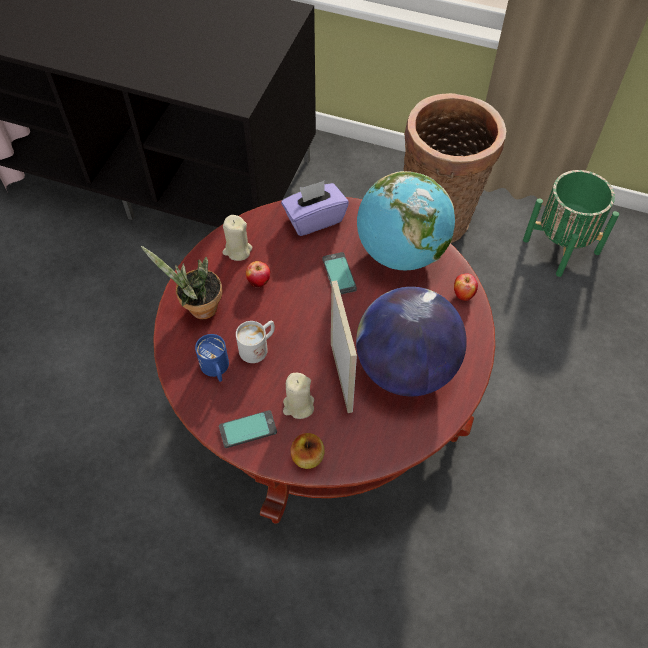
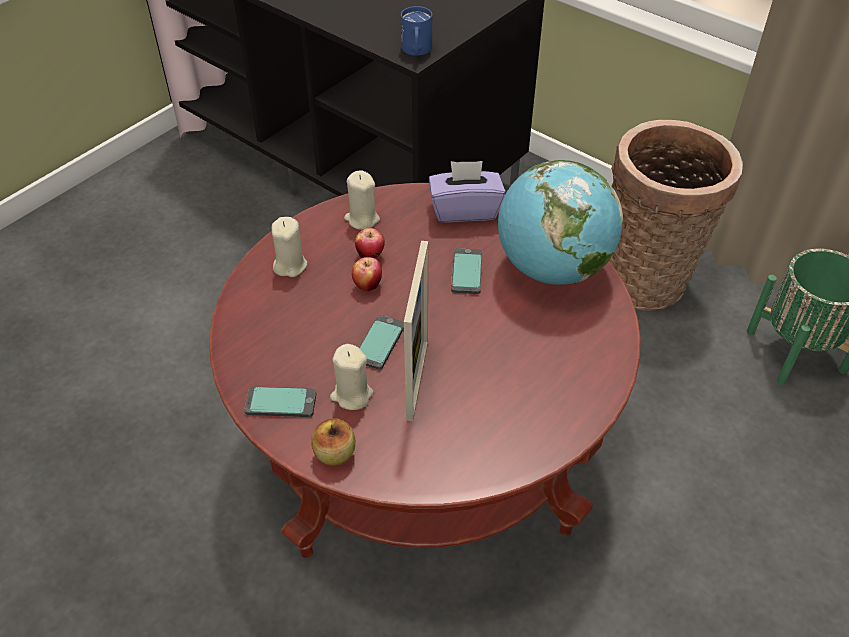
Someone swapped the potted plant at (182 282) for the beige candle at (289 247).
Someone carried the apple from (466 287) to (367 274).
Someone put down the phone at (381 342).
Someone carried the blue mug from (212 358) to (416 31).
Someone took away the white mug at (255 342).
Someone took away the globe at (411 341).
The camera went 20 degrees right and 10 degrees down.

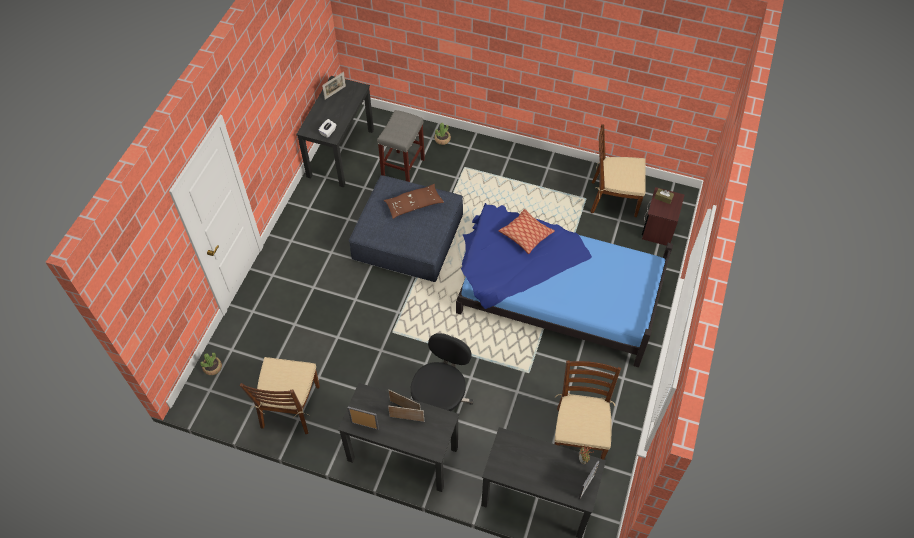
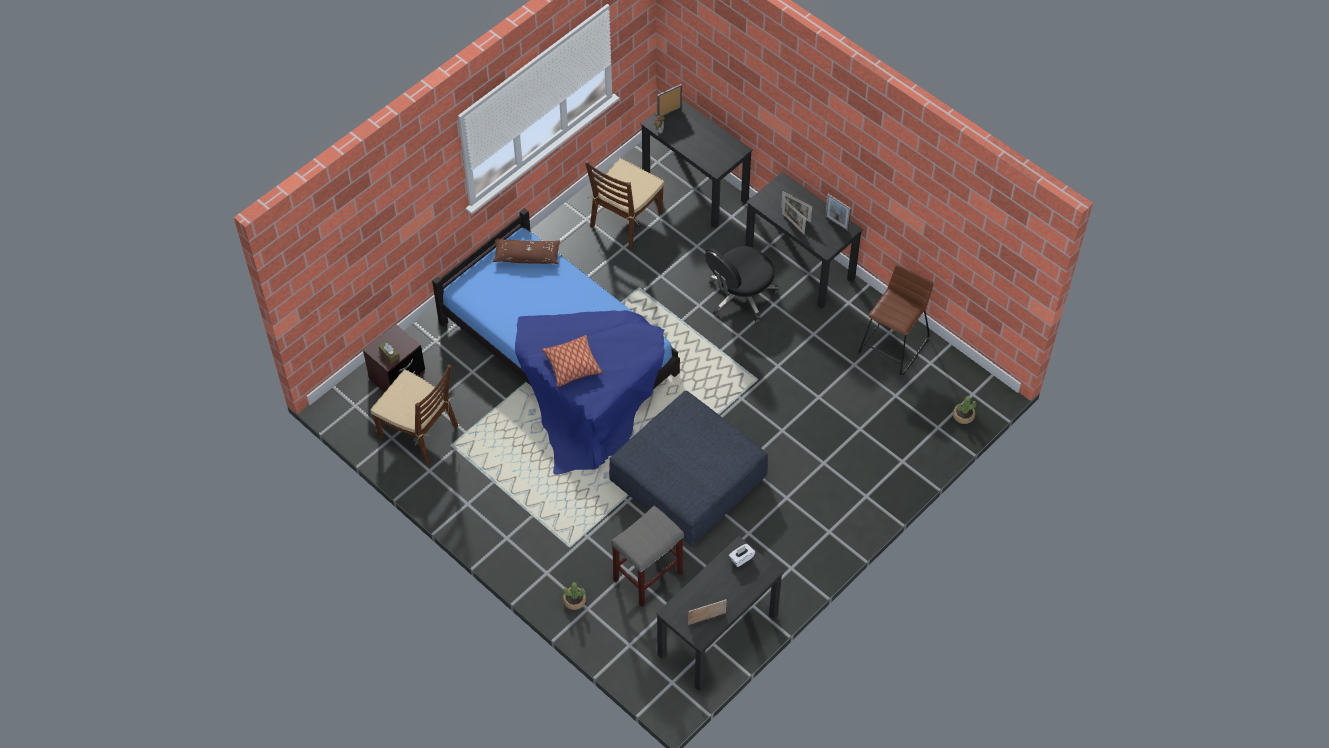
Someone carried the brown pillow from (414 201) to (526 251).
Someone swapped the brown chair at (279 395) for the brown stool at (896 319).
The camera went 155 degrees left and 0 degrees up.

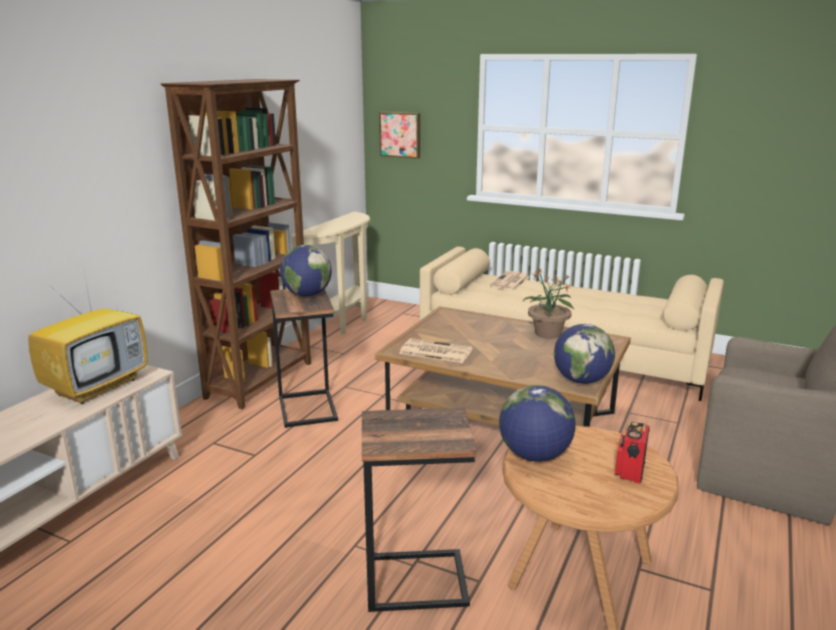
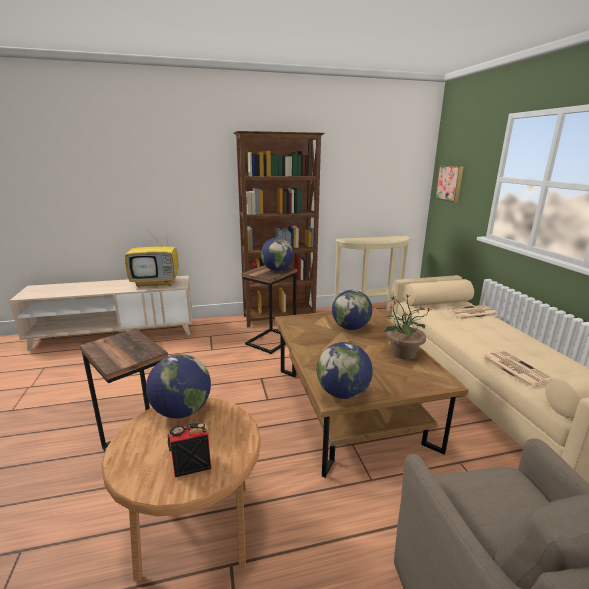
Someone put down the globe at (352 310).
Someone carried the newspaper from (436 350) to (518 368).
The camera went 50 degrees right and 0 degrees up.

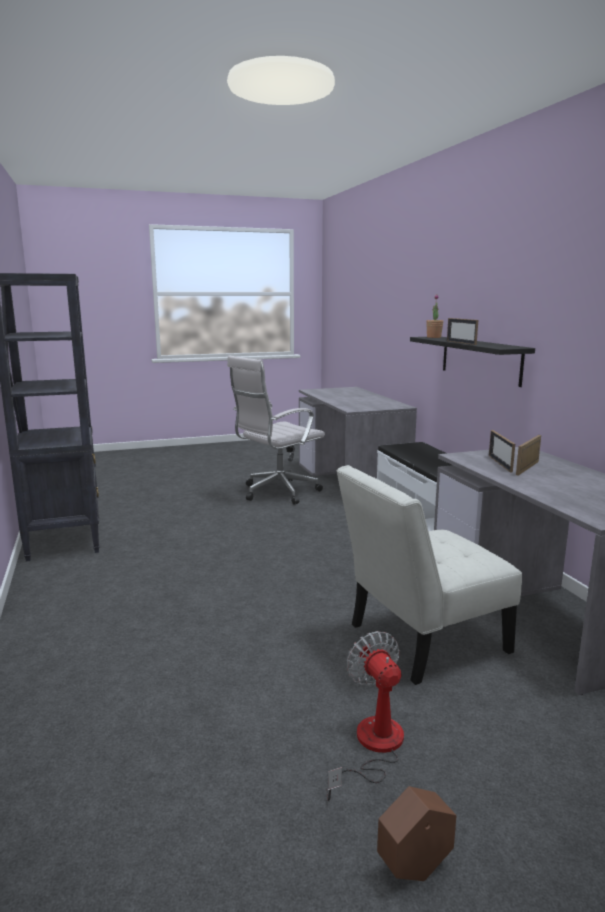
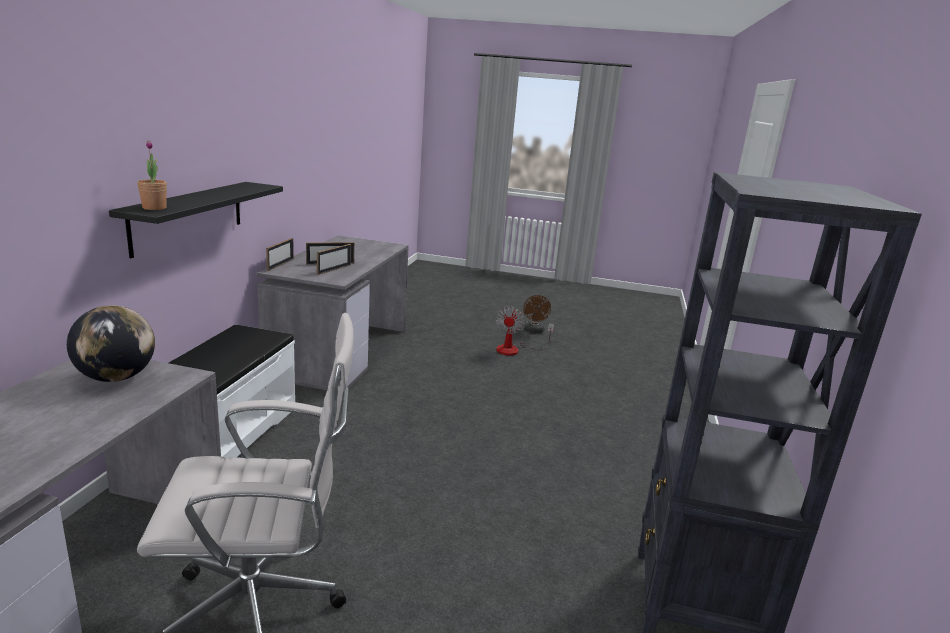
Someone put down the globe at (111 343).
Someone carried the picture frame from (462 331) to (280 254).
Someone swapped the brown planter at (416 833) for the brown fan at (537 314).
Someone took away the white chair at (429 575).
The camera went 150 degrees left and 5 degrees up.

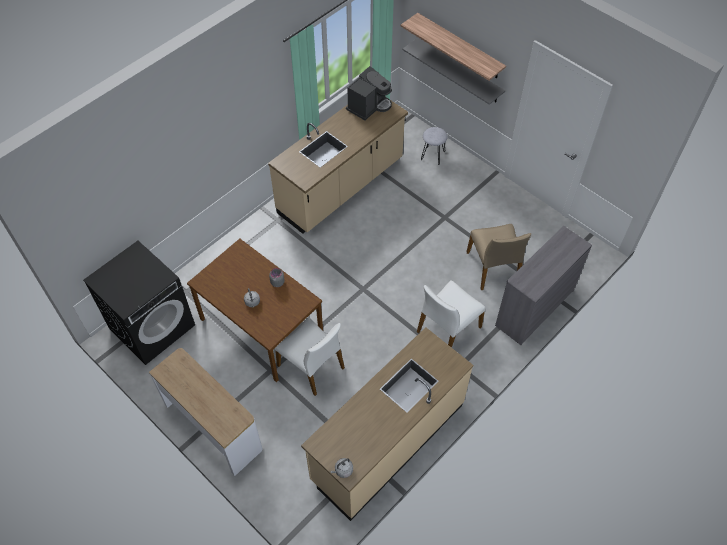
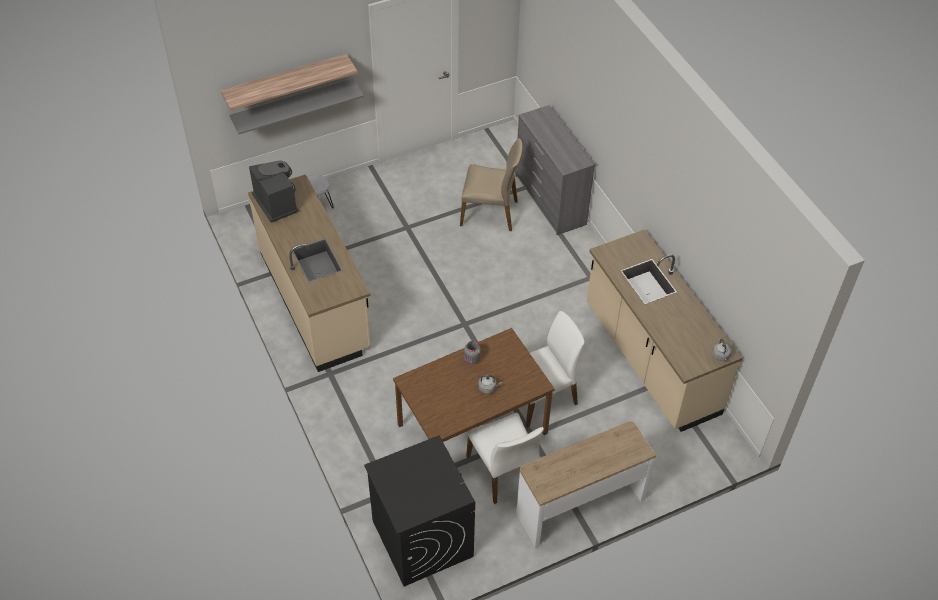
Someone carried the white chair from (451 314) to (505 458).
The camera went 70 degrees left and 5 degrees down.

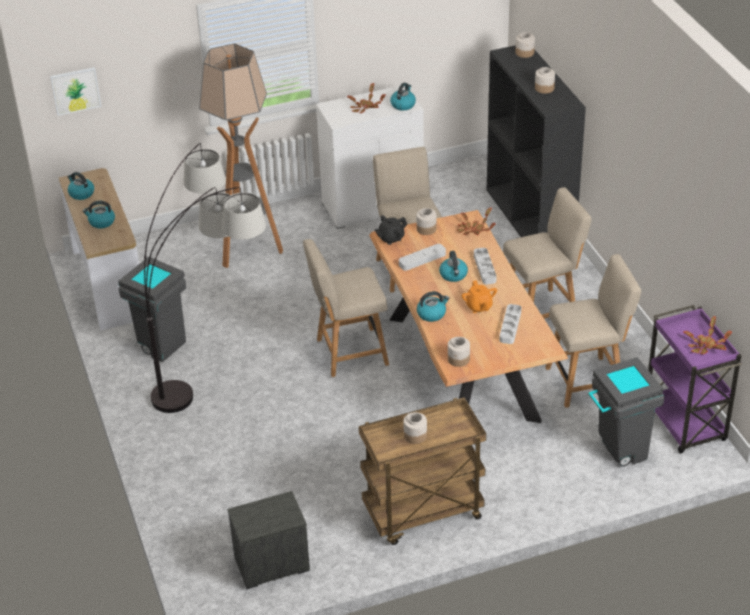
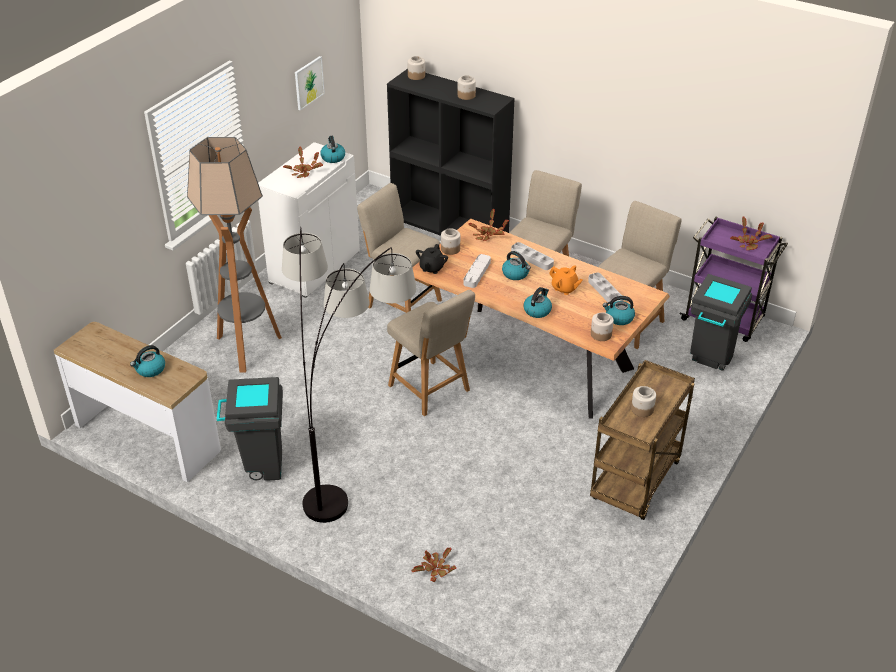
Someone carried the picture from (75 91) to (310 83).
Someone rotated the beige chair at (346 308) by 75 degrees counterclockwise.
Someone put down the potted plant at (434 564).
Someone carried the kettle from (81 186) to (619 310).
Someone took away the nightstand at (268 540).
The camera went 40 degrees left and 0 degrees up.

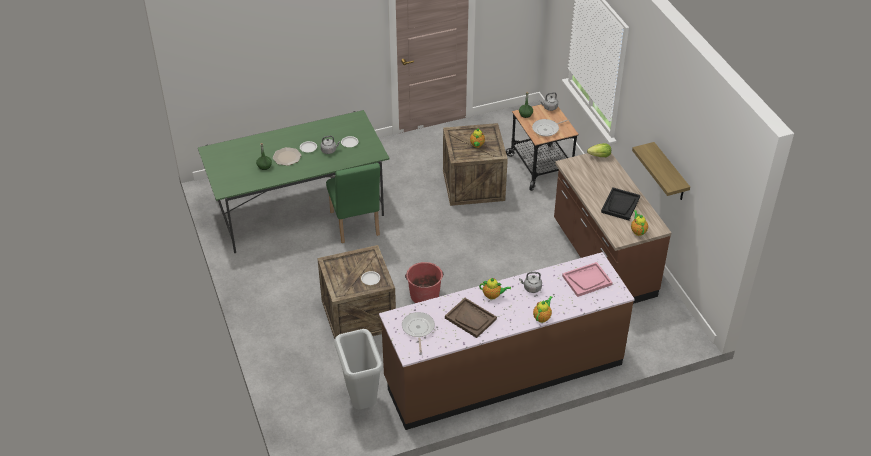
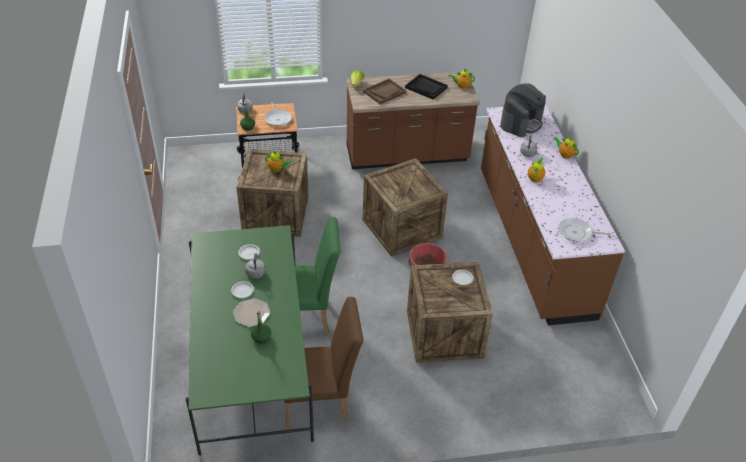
Someone put down the brown chair at (323 362).
Someone carried the brown tray from (471 318) to (384 91).
Someone put down the crate at (405 207).
Someone swapped the pink tray at (587 279) for the coffee machine at (523 110).
Someone took away the grey trash can at (358 369).
Someone took away the shelf at (661 171).
The camera went 80 degrees left and 0 degrees up.

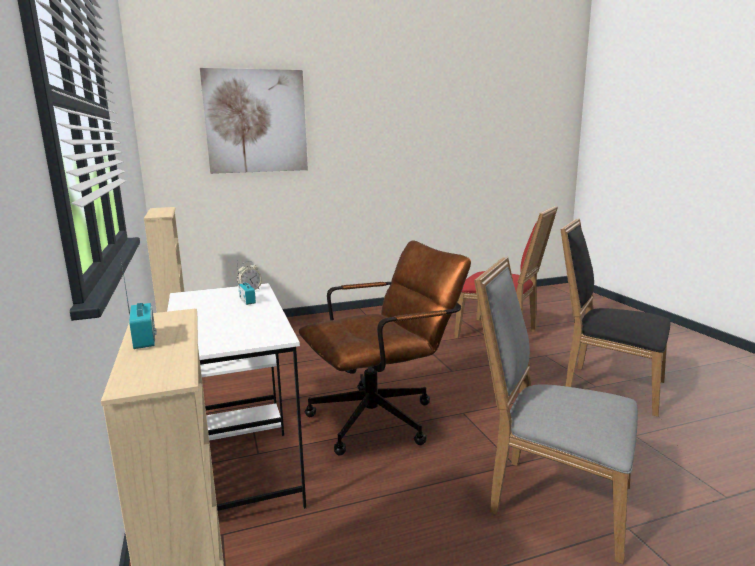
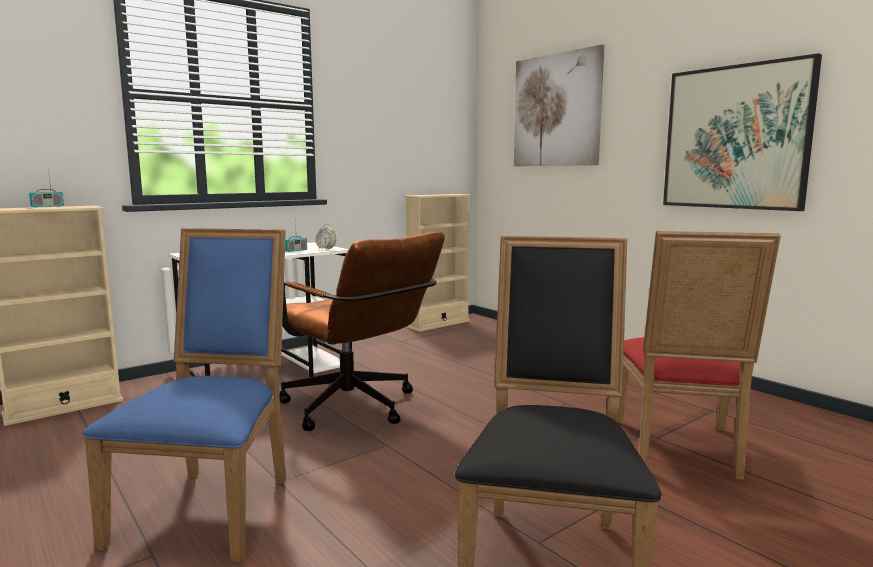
Someone repainted the grey chair at (556 410), which became the blue chair at (184 395).
Someone put up the picture at (742 132).
The camera went 70 degrees right and 5 degrees down.

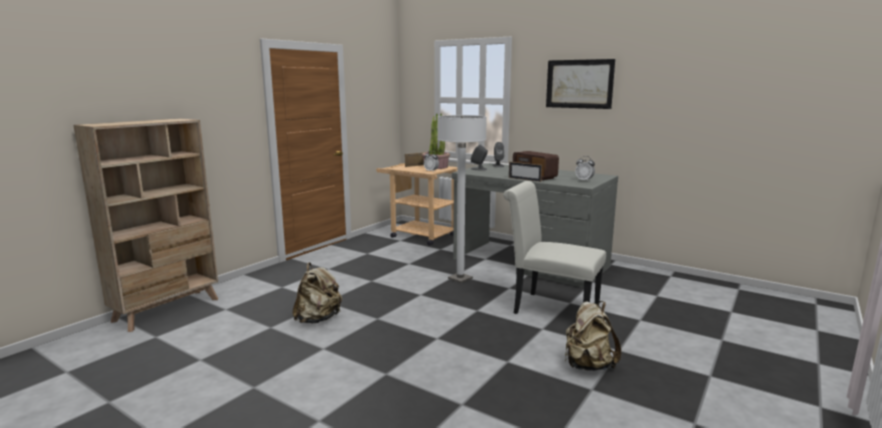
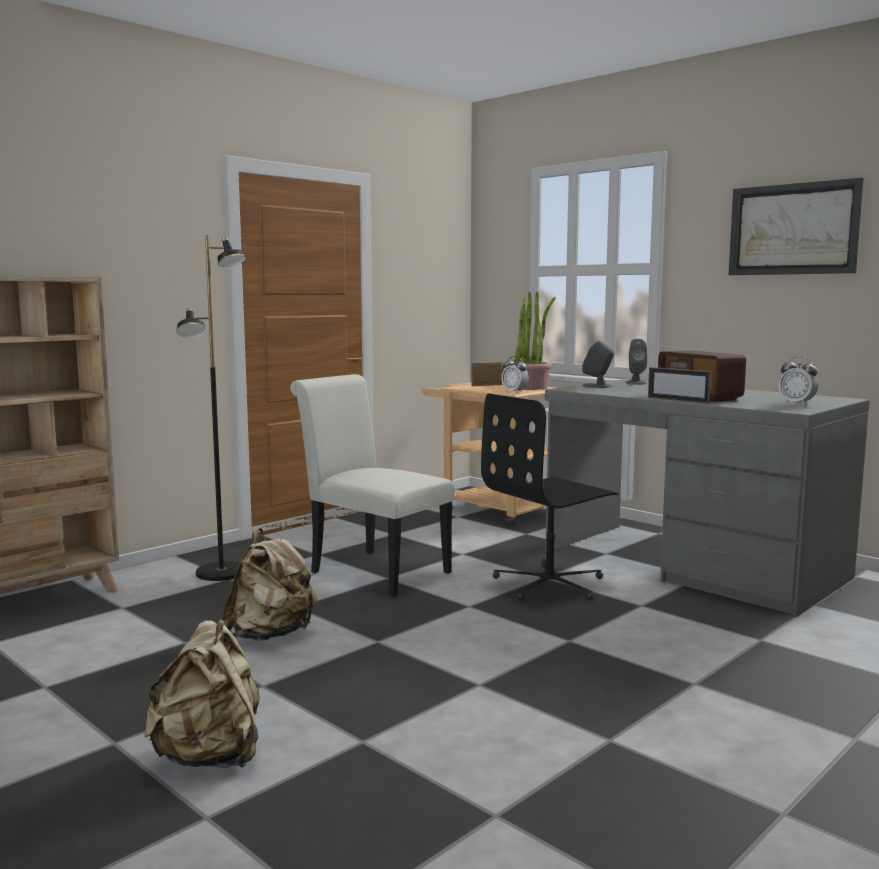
Someone carried the beige backpack from (593 336) to (202 694).
Someone put down the black floor lamp at (211 408).
Someone carried the white chair from (554 247) to (372 485).
Someone swapped the white floor lamp at (462 199) for the black office chair at (550 497).
The camera went 10 degrees right and 5 degrees down.

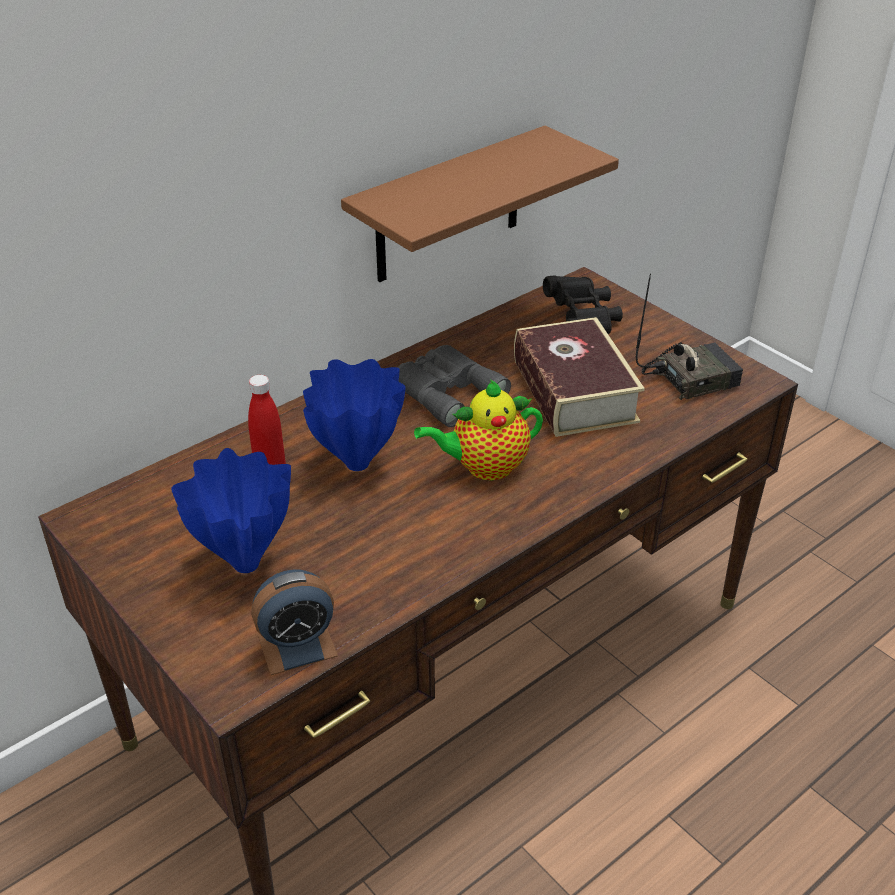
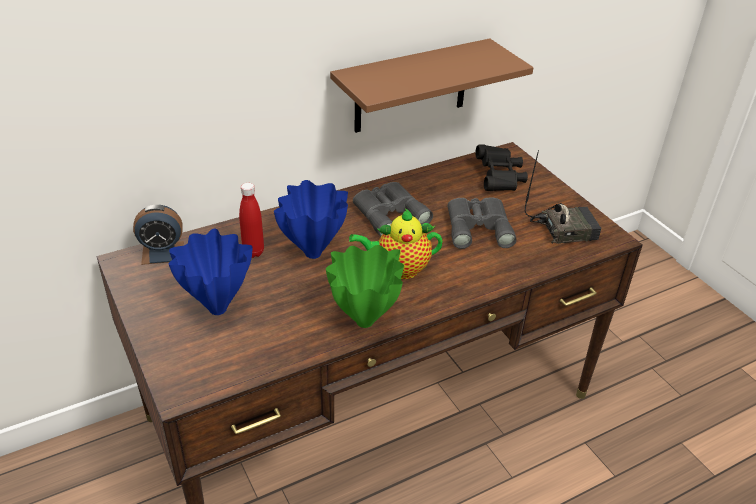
Someone carried the alarm clock from (294 622) to (158 235).
Someone put down the green vase at (365 286).
Someone swapped the book at (579 377) for the grey binoculars at (482 223).
The camera went 10 degrees right and 0 degrees up.

